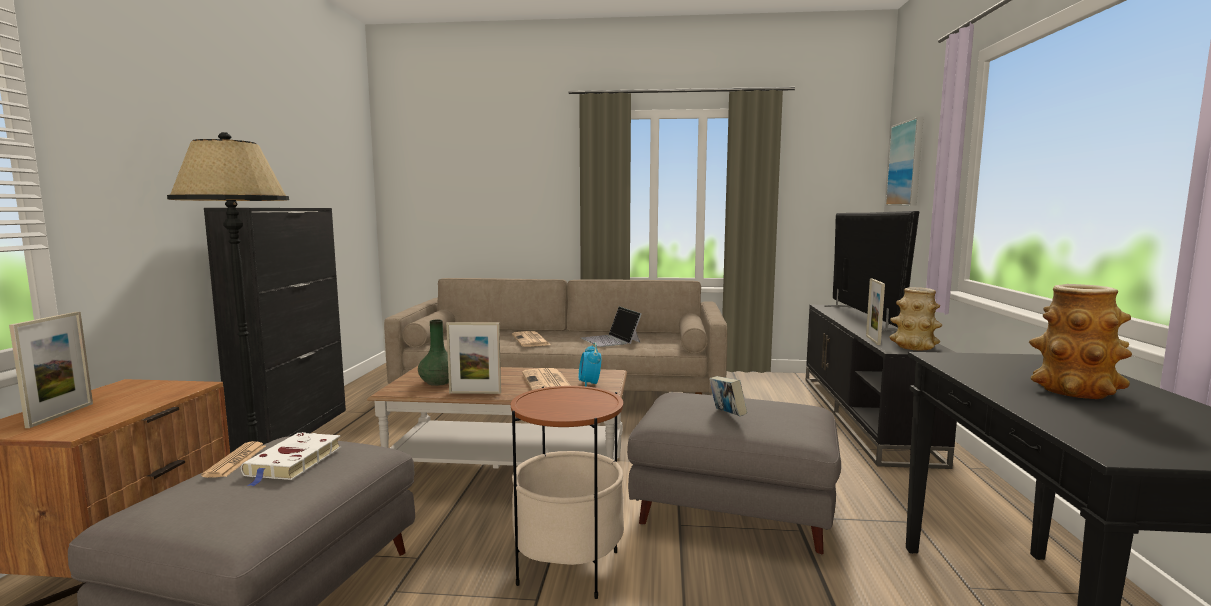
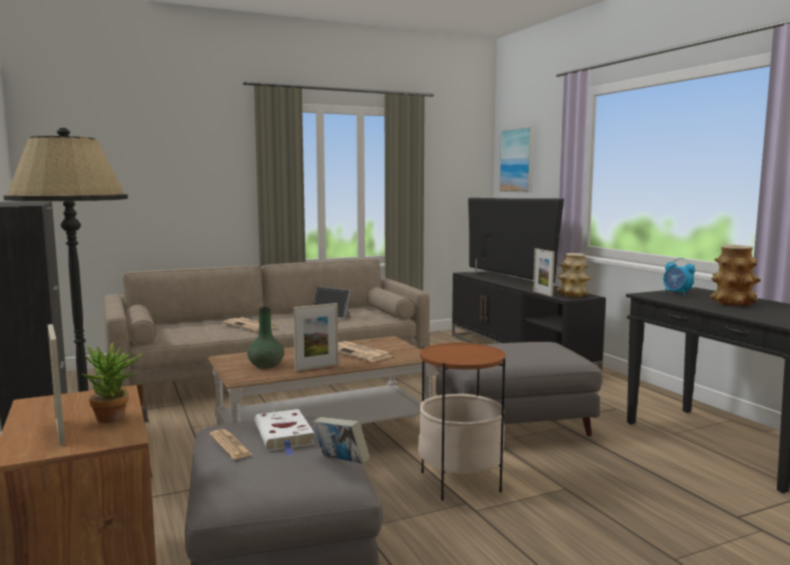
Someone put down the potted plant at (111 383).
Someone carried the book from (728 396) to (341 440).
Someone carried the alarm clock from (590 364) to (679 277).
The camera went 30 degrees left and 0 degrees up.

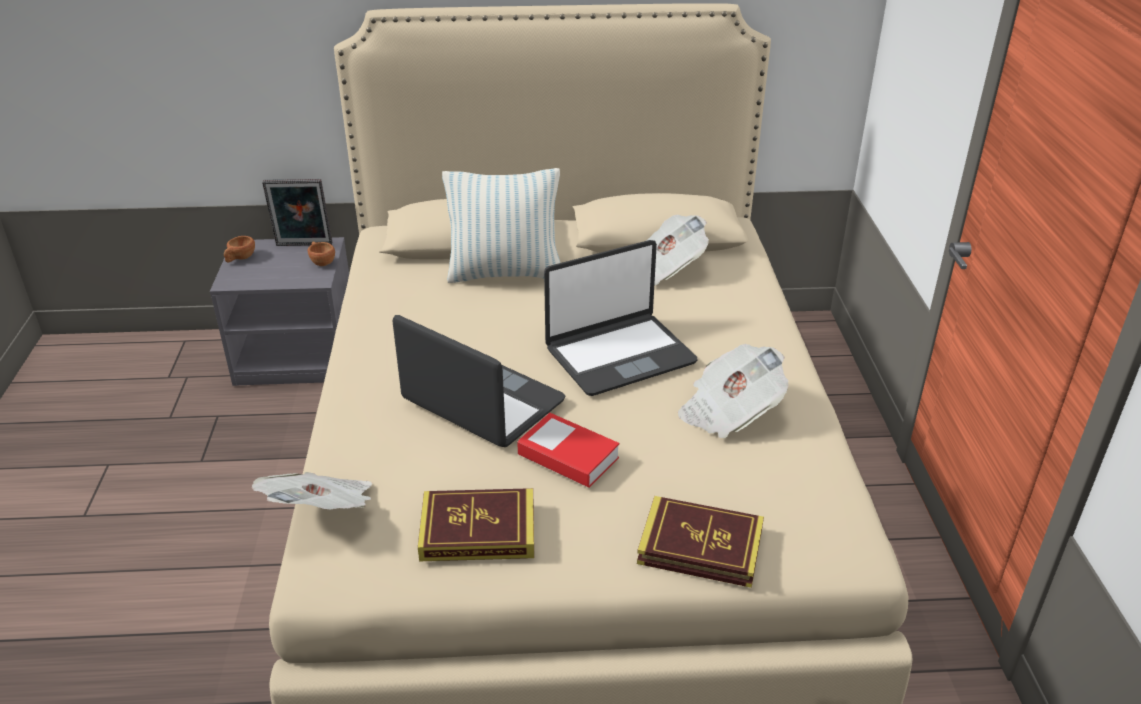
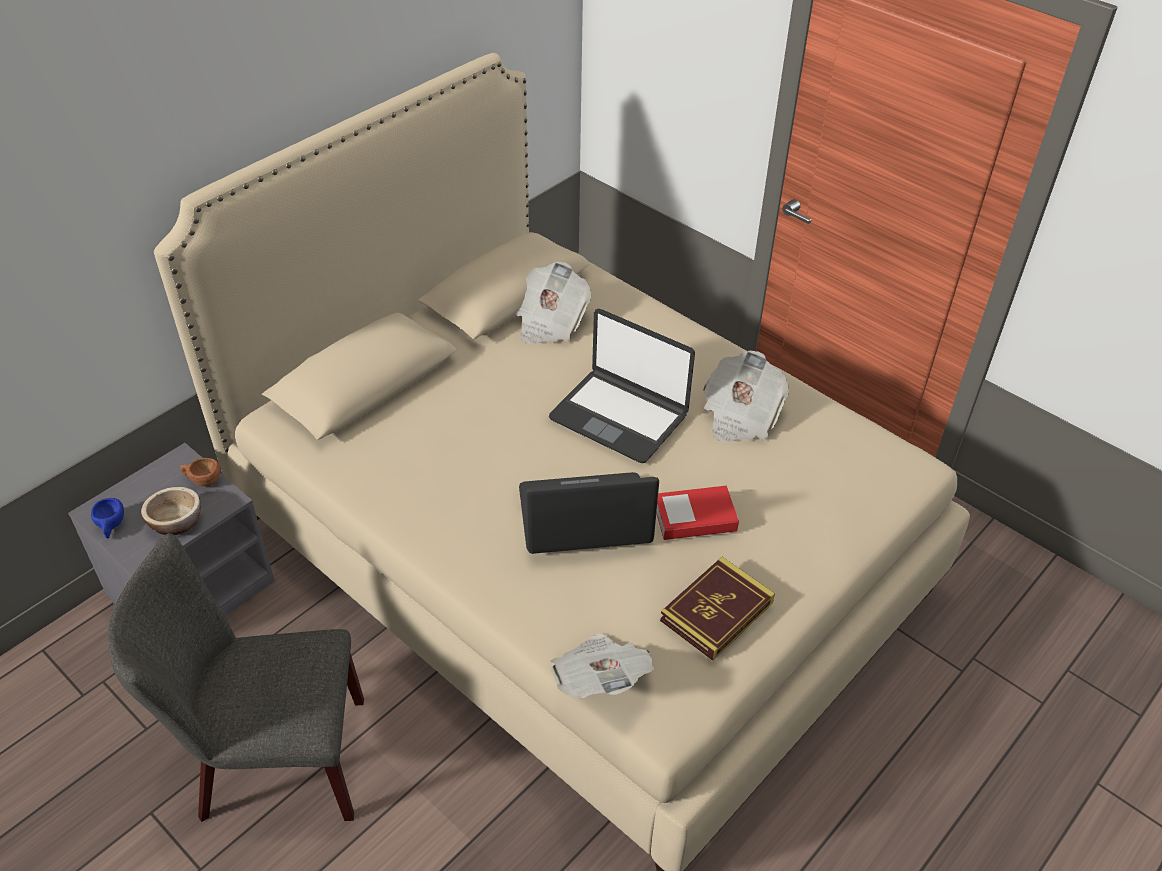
Someone repainted the brown cup at (239 249), which became the blue cup at (107 518).
Someone put down the grey chair at (236 677).
Someone put down the bowl at (171 511).
Someone rotated the laptop at (621 318) by 105 degrees clockwise.
Someone took away the picture frame at (297 212).
Someone took away the pillow at (501 225).
Someone took away the book at (700 542).
The camera went 45 degrees left and 10 degrees up.

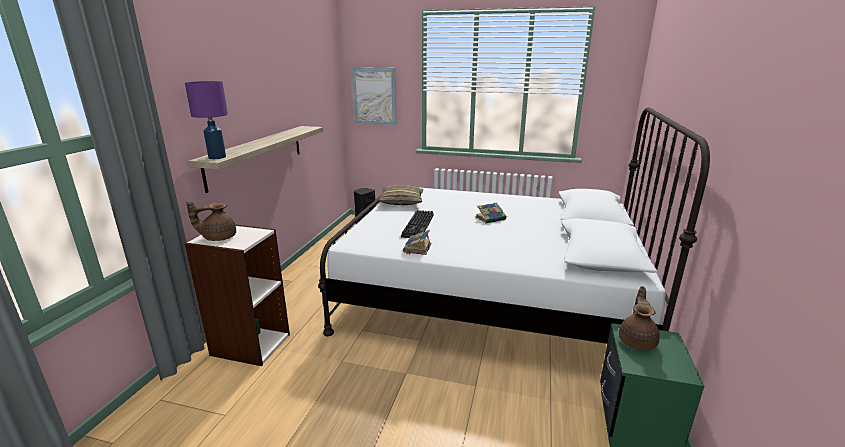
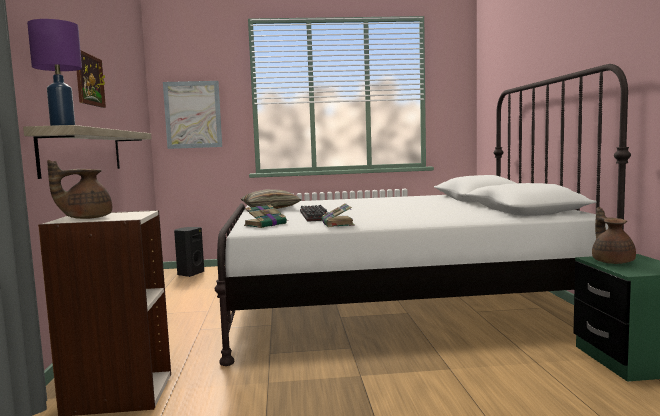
Someone put up the picture at (91 79).
Someone carried the book from (491 213) to (265 216).
The camera went 20 degrees left and 15 degrees down.

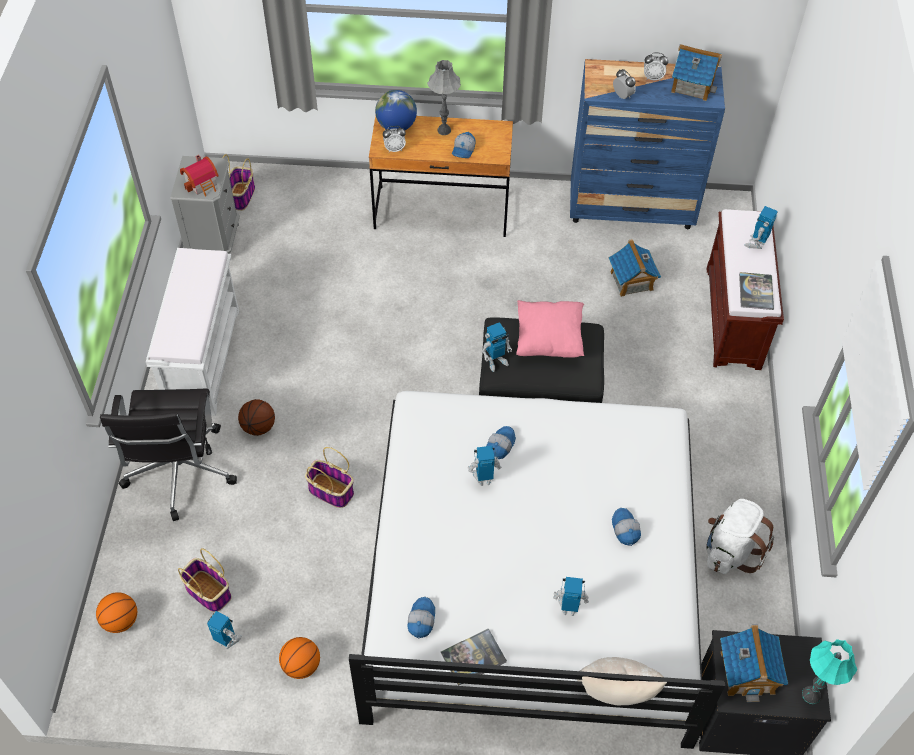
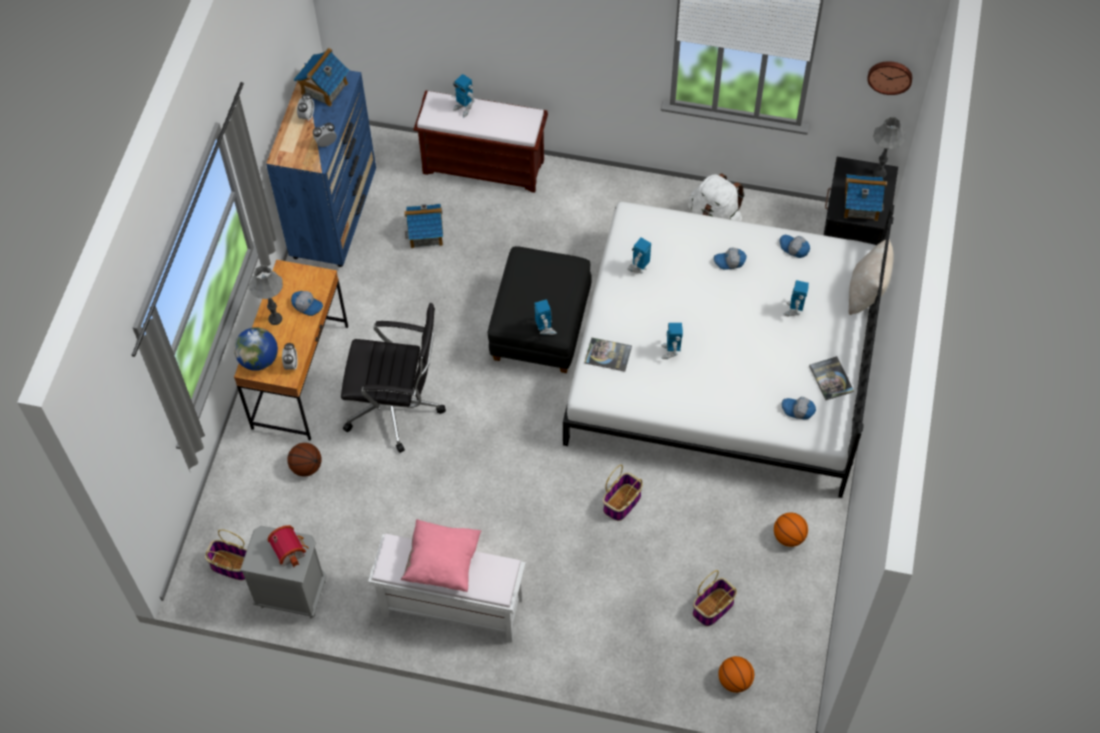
Someone carried the basketball from (256 417) to (304 459).
Someone carried the black office chair from (168 455) to (393 378).
Someone carried the pink pillow from (550 329) to (441 555).
Someone carried the book from (756 291) to (608 354).
Someone carried the toy robot from (224 630) to (639 255).
Someone carried the cap from (501 442) to (795 246).
Someone put up the wall clock at (889 78).
Someone repainted the turquoise table lamp at (829 671), which became the grey table lamp at (889 147).
The camera went 80 degrees left and 5 degrees up.

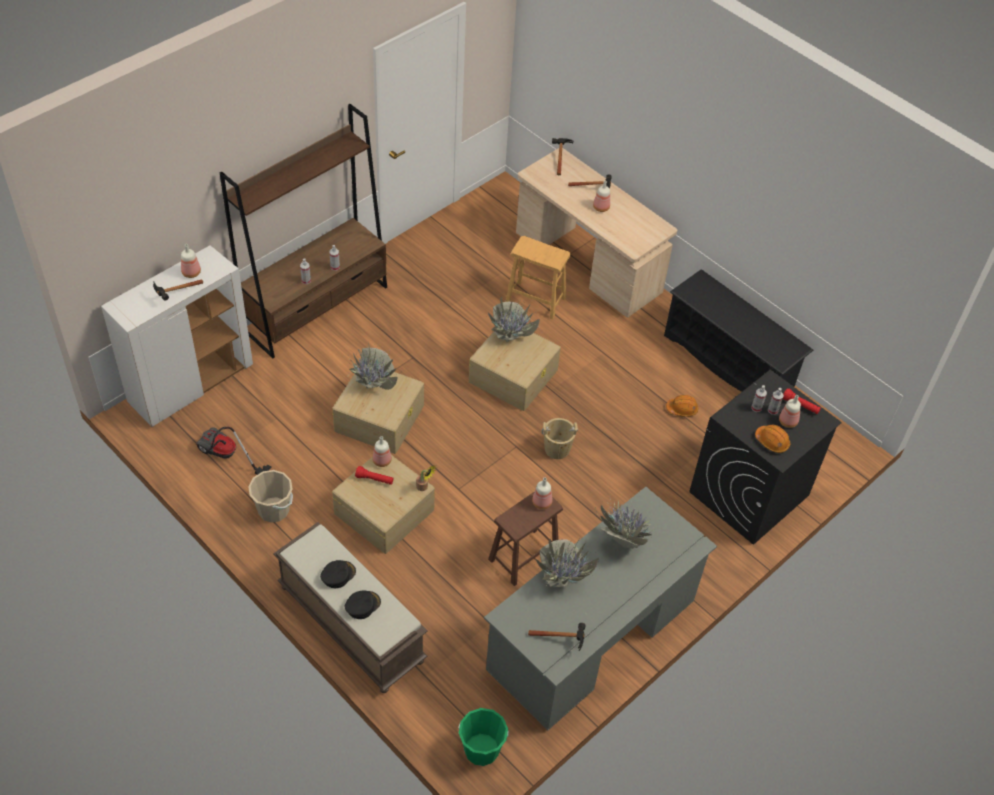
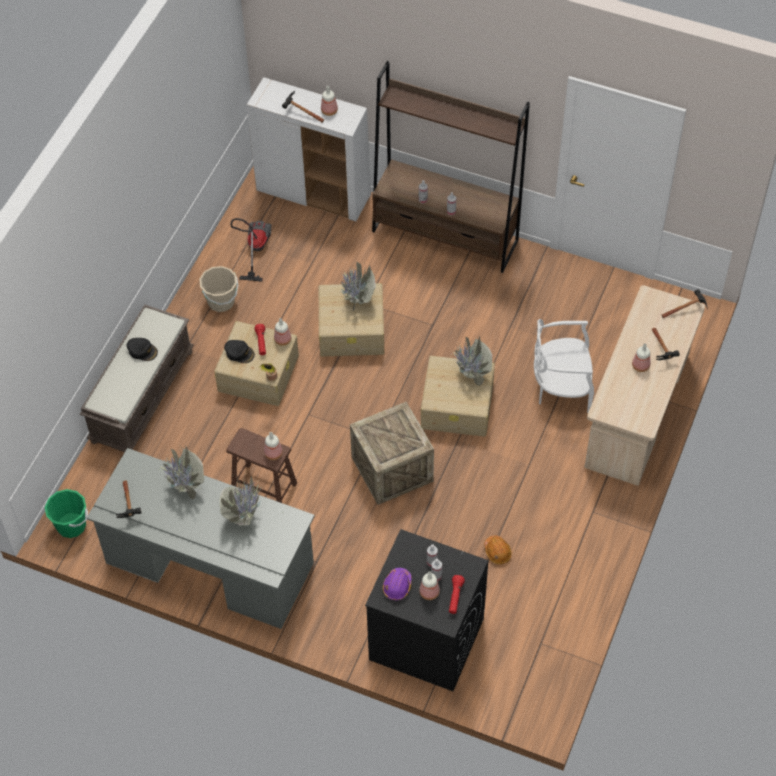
Someone carried the black cap from (363 604) to (239 351).
Someone swapped the beige bucket at (559 438) for the crate at (392 453).
Someone repainted the orange hard hat at (772 438), which became the purple hard hat at (397 584).
Someone swapped the brown stool at (538 278) for the white chair at (564 366).
Someone took away the black shoe rack at (738 330).
The camera went 70 degrees right and 5 degrees up.

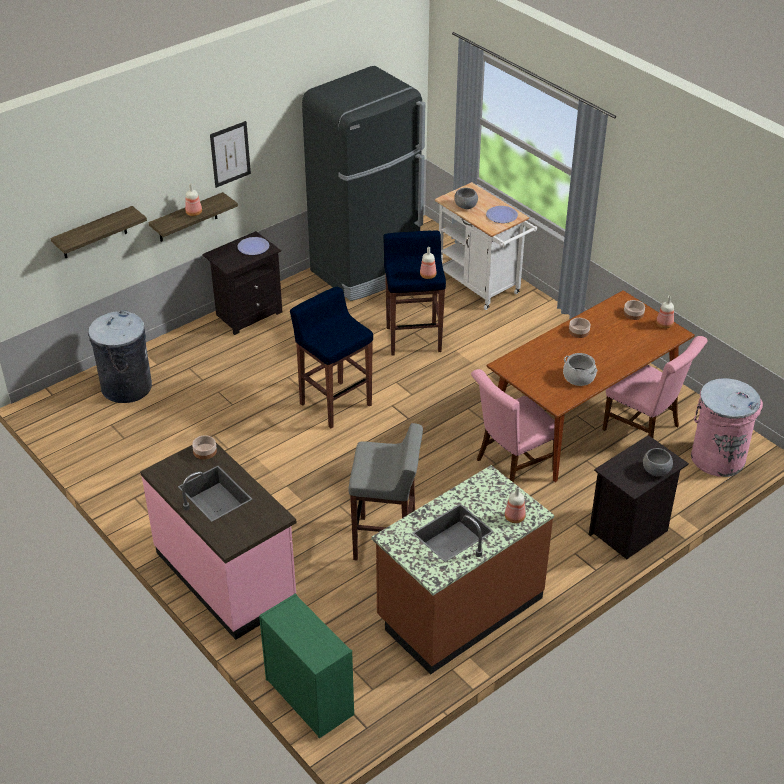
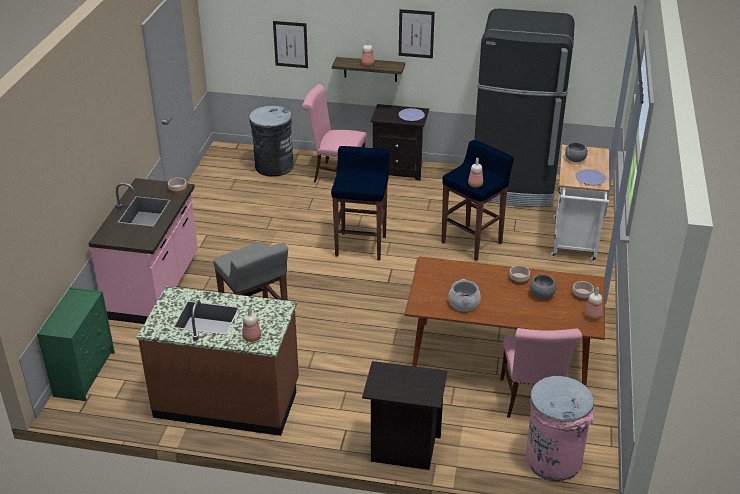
Someone swapped the shelf at (98 232) for the picture at (290 44).
Someone carried the pink chair from (513 426) to (334 133).
Someone carried the grey bowl from (658 462) to (543 286).
The camera went 50 degrees right and 5 degrees down.

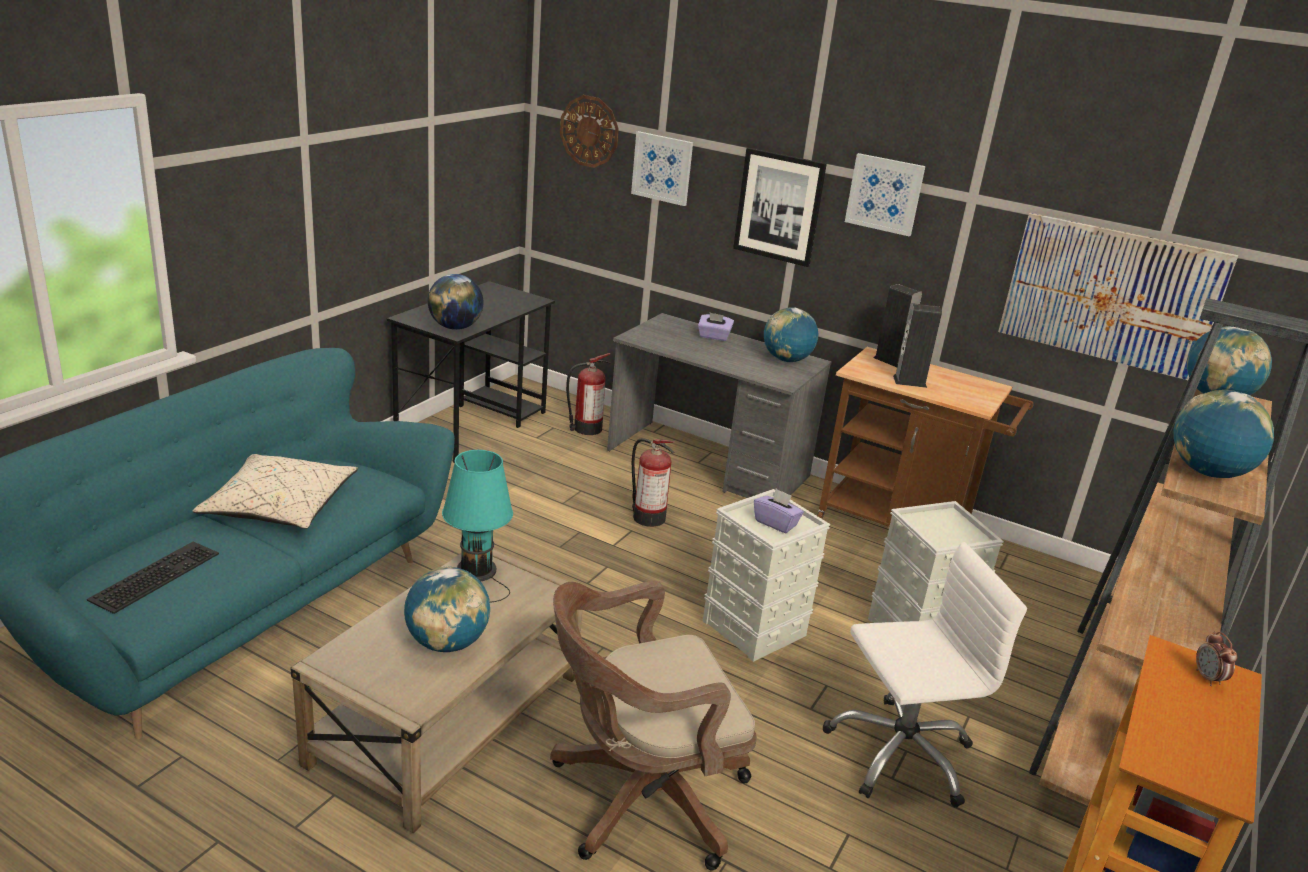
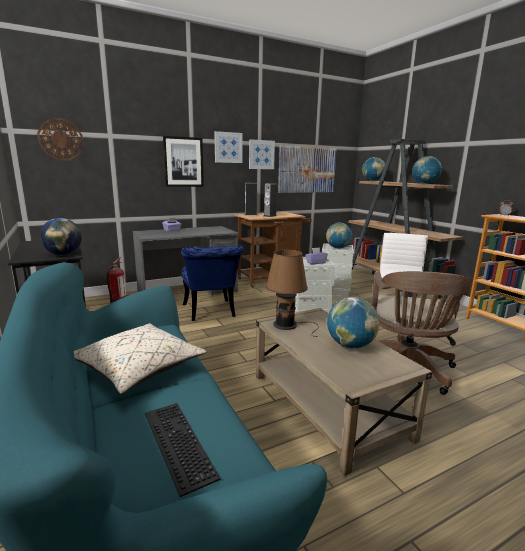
Someone swapped the fire extinguisher at (653 482) for the blue chair at (212 283).
Someone carried the picture from (662 168) to (262 154).
Someone repainted the turquoise table lamp at (477 526), which became the brown table lamp at (292 293).
Someone carried the globe from (791 334) to (339 235).
The camera went 55 degrees left and 10 degrees down.

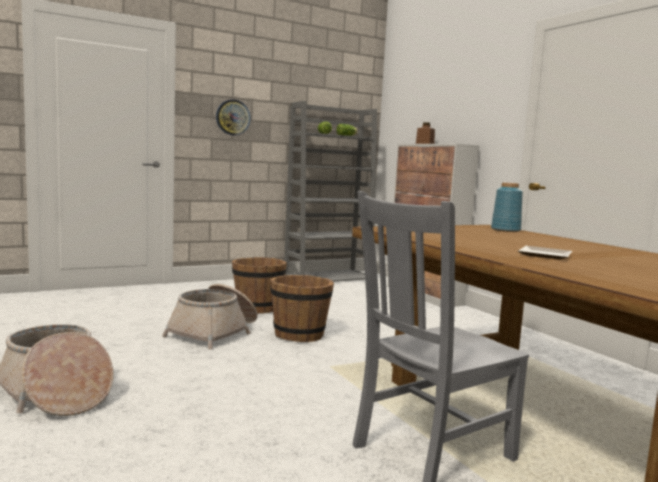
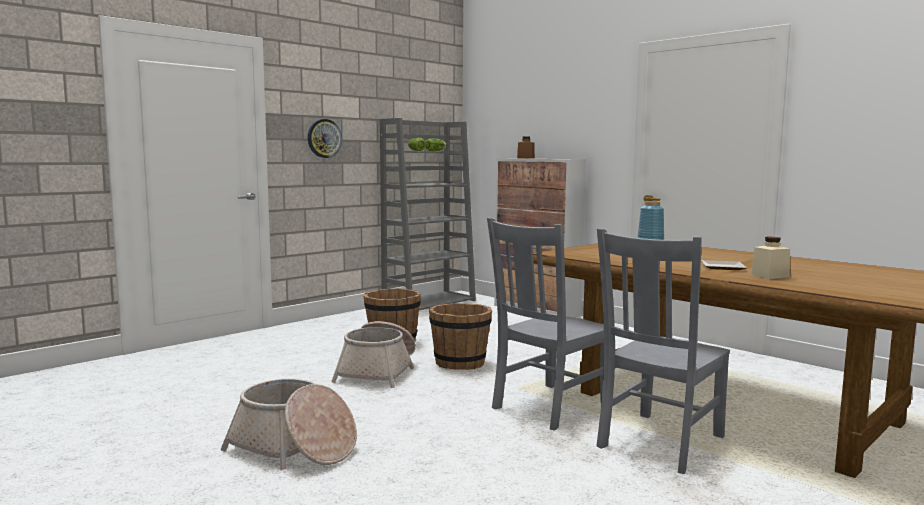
Someone put down the grey chair at (545 324).
Someone put down the beige jar at (770 258).
The camera went 15 degrees left and 0 degrees up.

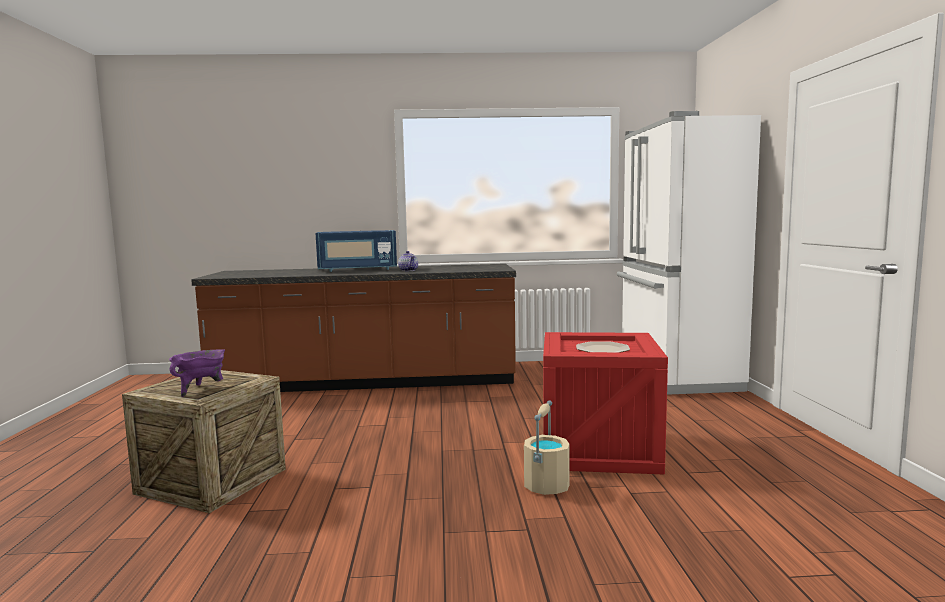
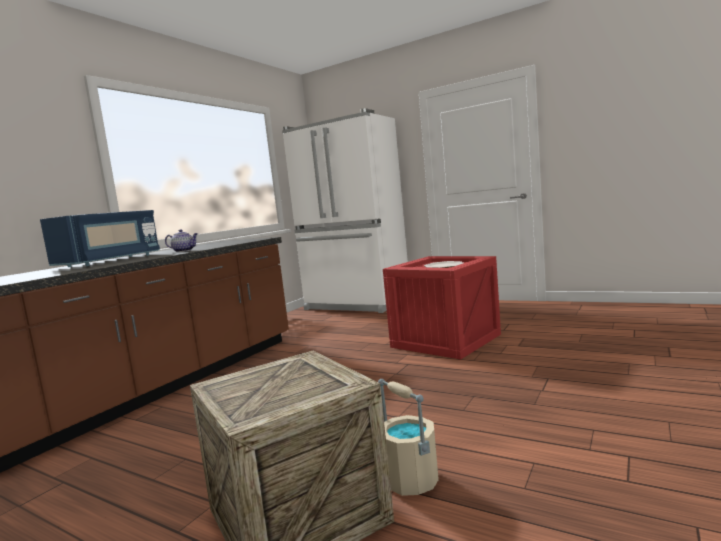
Someone carried the beige bucket from (547 447) to (408 437).
Someone took away the purple cooking pot at (197 373).
The camera went 55 degrees left and 0 degrees up.

